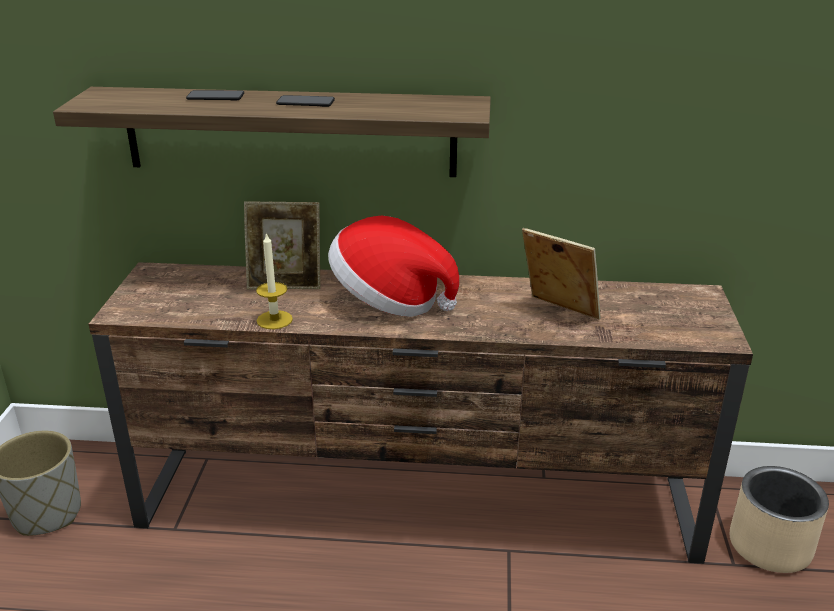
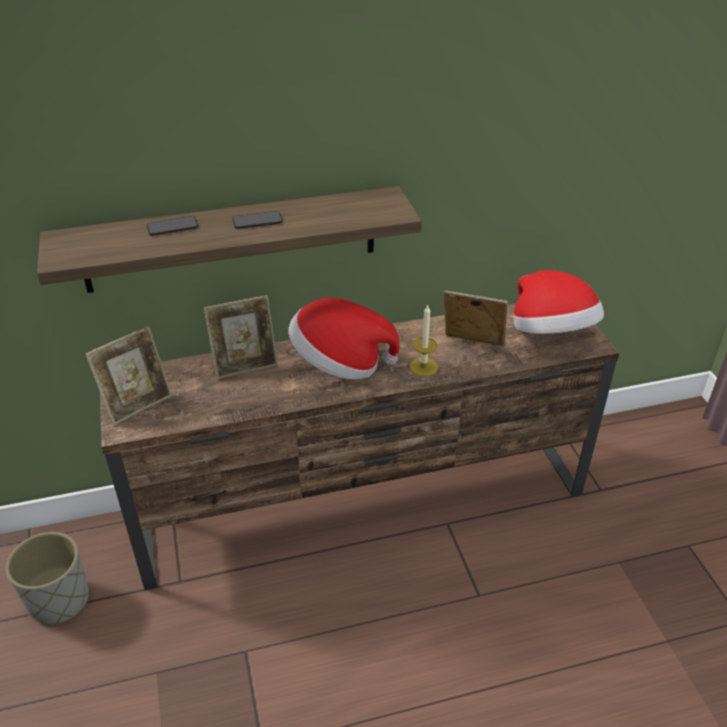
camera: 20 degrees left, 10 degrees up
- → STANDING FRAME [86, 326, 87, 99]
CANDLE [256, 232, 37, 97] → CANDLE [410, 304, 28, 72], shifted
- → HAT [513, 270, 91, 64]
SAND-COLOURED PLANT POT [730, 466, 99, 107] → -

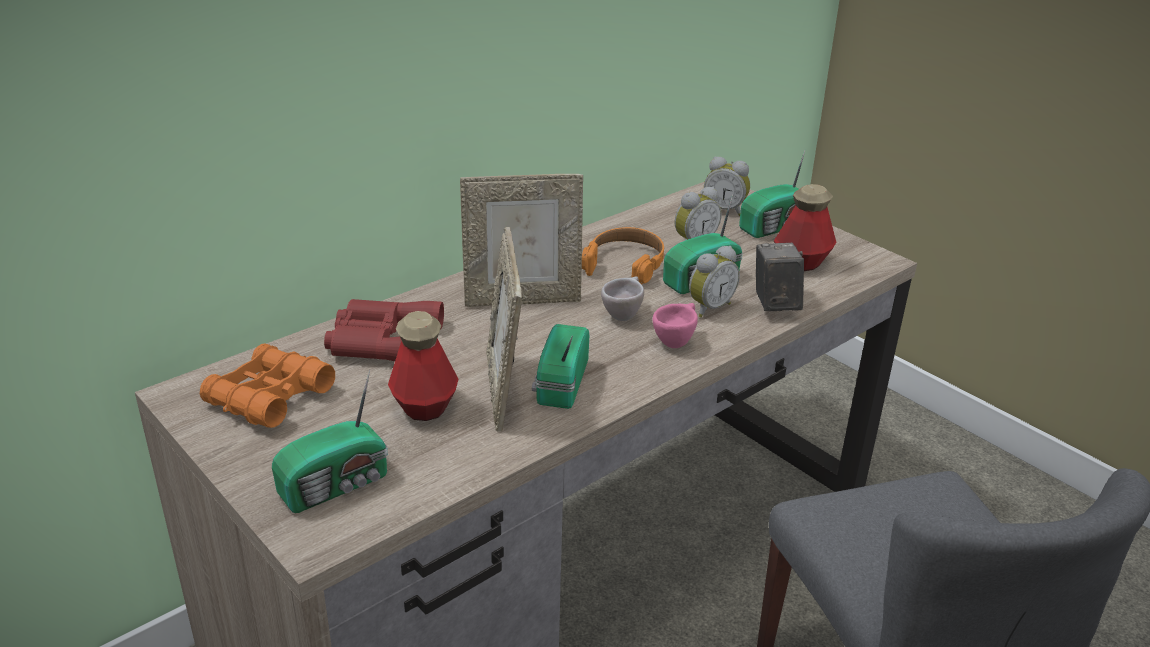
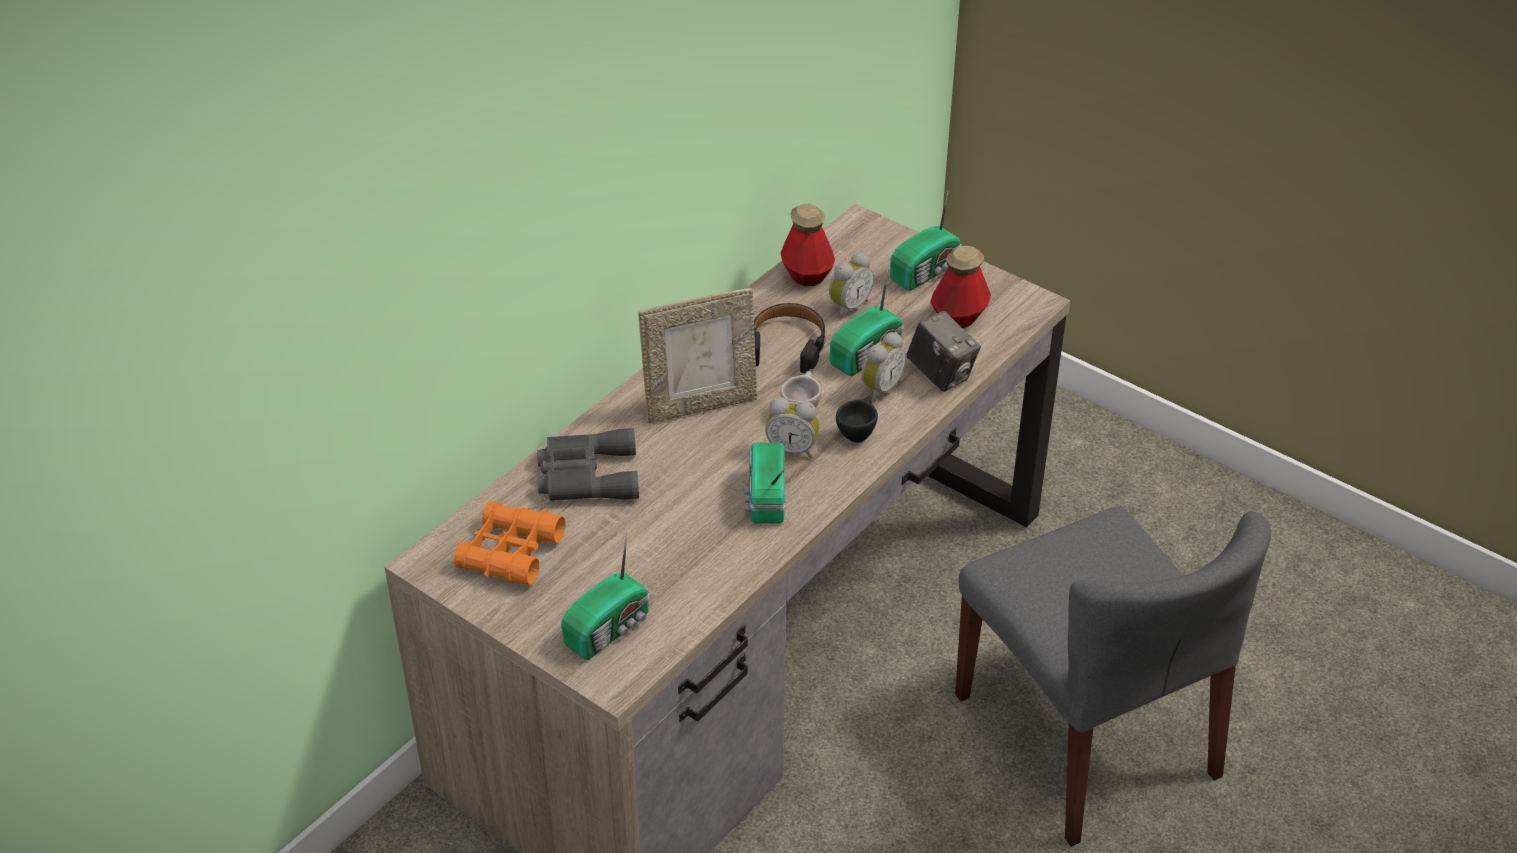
camera: 10 degrees left, 10 degrees up
REDDISH FIELD GLASSES [324, 299, 120, 63] → GREYISH FIELD GLASSES [537, 428, 102, 73]
ORANGE HEADSET [582, 227, 82, 58] → BLACK HEADSET [754, 303, 72, 70]
ALARM CLOCK [704, 156, 46, 60] → ALARM CLOCK [765, 397, 54, 61], shifted
DRINK BOTTLE [388, 311, 71, 110] → DRINK BOTTLE [781, 203, 54, 83], shifted
PINK DRINKING CUP [653, 303, 45, 45] → BLACK DRINKING CUP [836, 396, 42, 46]
PHOTO CAMERA [756, 243, 48, 68] → PHOTO CAMERA [907, 311, 74, 81], 150 degrees clockwise
STANDING FRAME [486, 227, 37, 205] → -

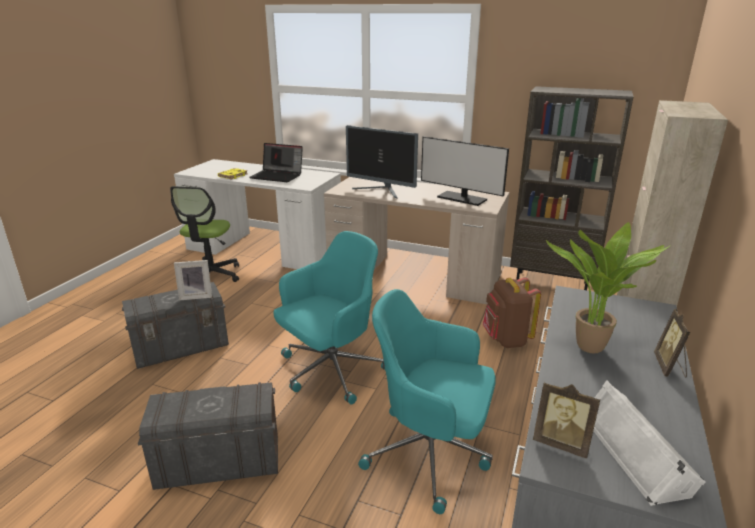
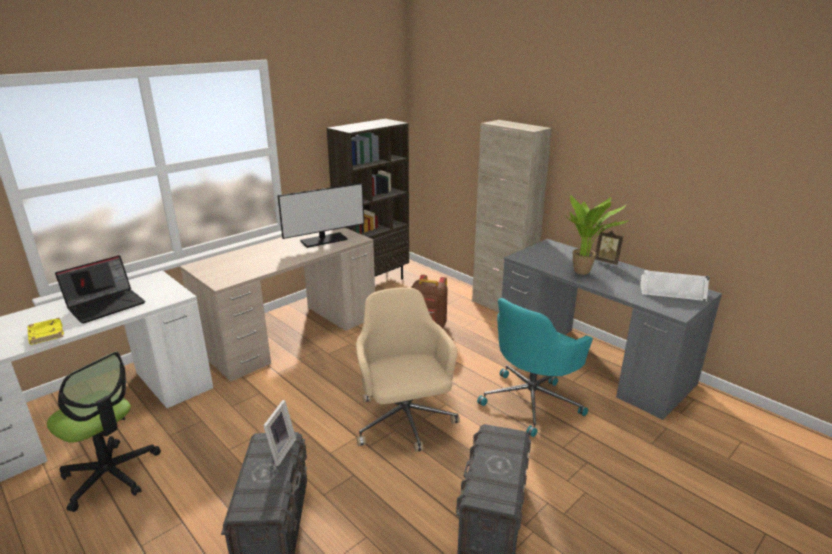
camera: 65 degrees left, 0 degrees up
TURQUOISE COMPUTER CHAIR [273, 231, 113, 174] → SAND-COLOURED COMPUTER CHAIR [356, 287, 104, 165]
COMPUTER DISPLAY [346, 125, 72, 74] → -
STANDING FRAME [533, 381, 67, 78] → -

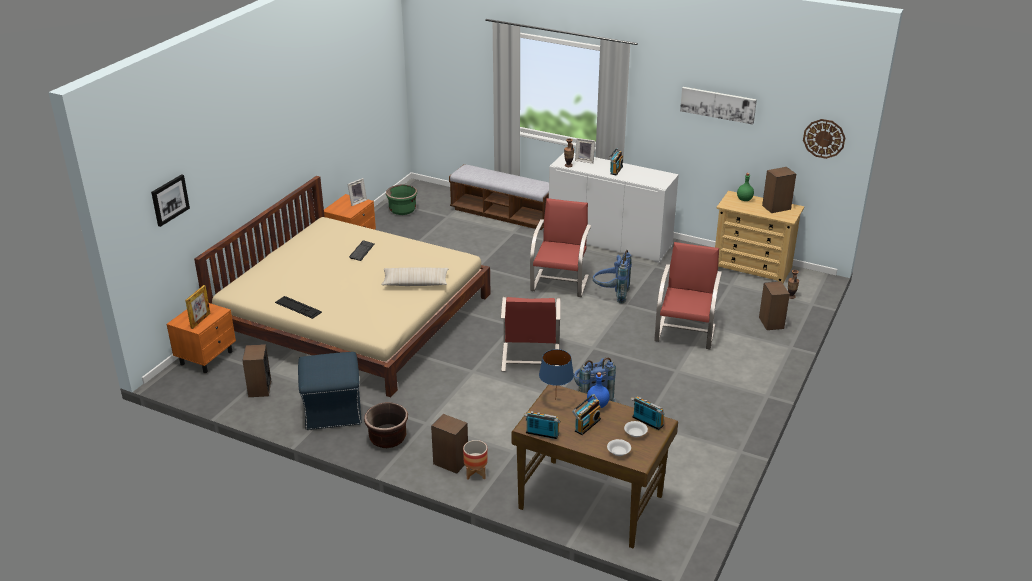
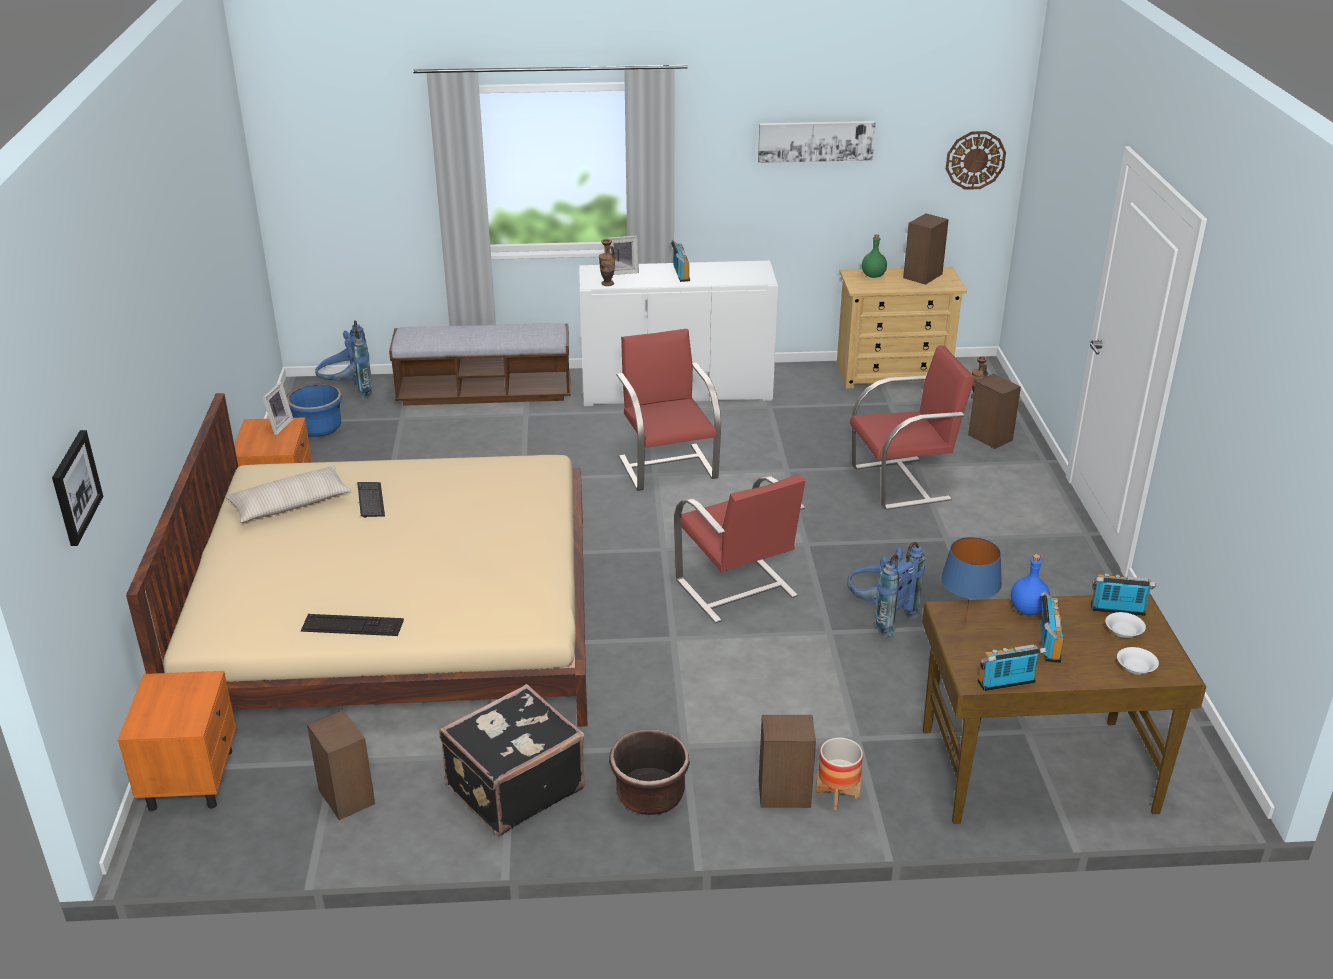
camera: 30 degrees left, 0 degrees up
SAND-COLOURED CUSHION [381, 268, 68, 18] → SAND-COLOURED CUSHION [225, 466, 127, 56], shifted
GREEN PLANT POT [386, 184, 31, 31] → BLUISH PLANT POT [287, 384, 55, 53]
BLUISH RUCKSACK [592, 250, 40, 54] → BLUISH RUCKSACK [315, 321, 58, 78], shifted
BLUISH POUFFE [298, 352, 64, 78] → BLACK SUITCASE [439, 684, 146, 152]
REDDISH CHAIR [654, 242, 68, 107] → REDDISH CHAIR [850, 345, 125, 165], 90 degrees clockwise
STANDING FRAME [185, 285, 26, 44] → -

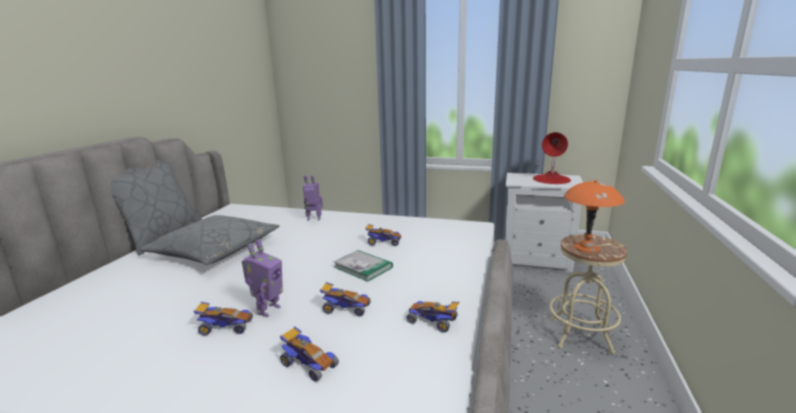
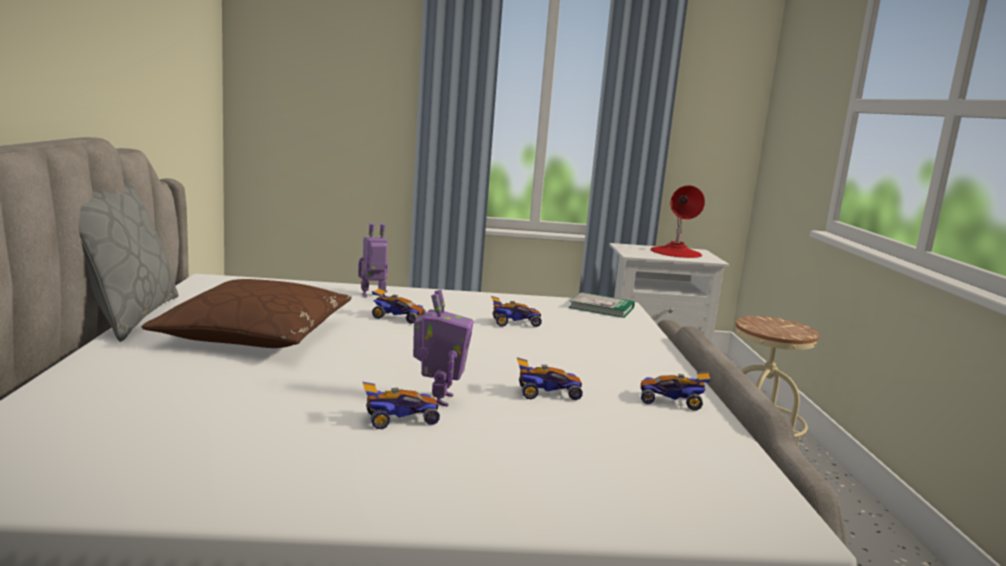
camera: 20 degrees left, 5 degrees down
GREYISH CUSHION [139, 215, 140, 50] → BROWN CUSHION [141, 279, 210, 69]
MODEL CAR [280, 326, 59, 56] → MODEL CAR [372, 288, 54, 36], shifted
BOOK [333, 250, 60, 32] → BOOK [568, 292, 67, 26], shifted
ORANGE LAMP FOR A TABLE [564, 180, 61, 73] → -

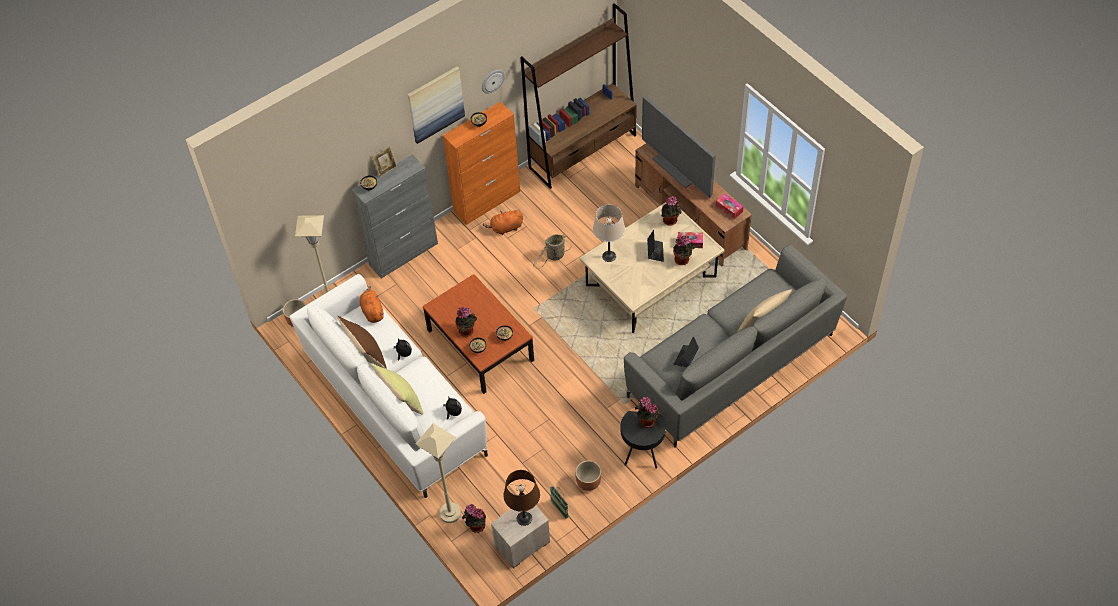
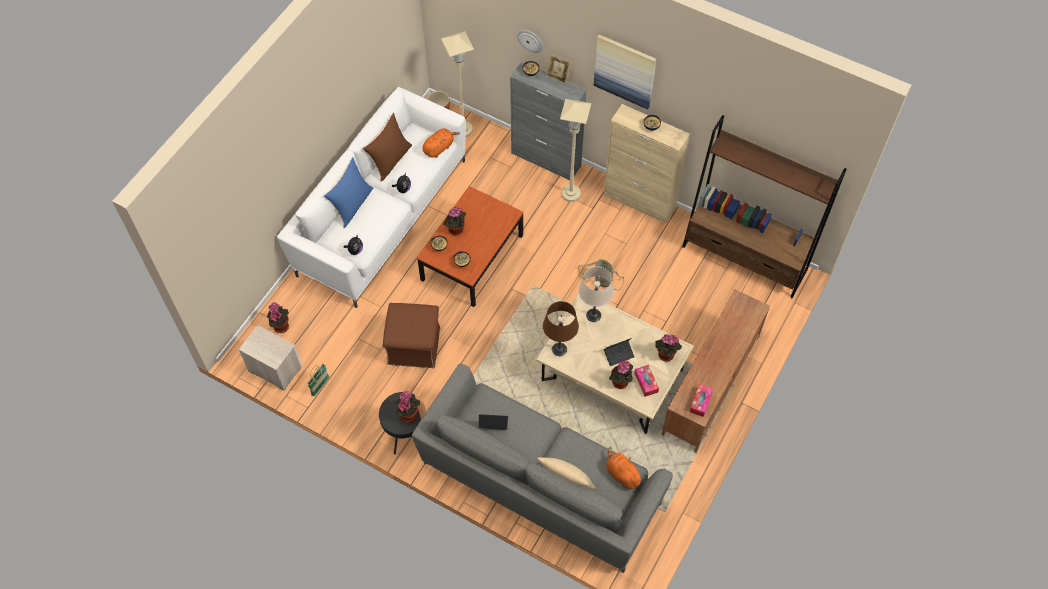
camera: 65 degrees right, 5 degrees up
YELLOW-COLOURED CUSHION [371, 363, 53, 52] → BLUISH CUSHION [324, 157, 49, 71]
- → BROWN POUFFE [383, 303, 57, 65]
WALL CLOCK [482, 69, 23, 24] → WALL CLOCK [517, 30, 26, 23], shifted
BROWN LAMP FOR A TABLE [504, 470, 36, 56] → BROWN LAMP FOR A TABLE [543, 301, 36, 55], shifted
SAND-COLOURED FLOOR LAMP [415, 423, 46, 100] → SAND-COLOURED FLOOR LAMP [560, 99, 31, 103], shifted
ORANGE CABINET [443, 101, 77, 124] → SAND-COLOURED CABINET [604, 104, 86, 119]
ORANGE SOFT TOY [483, 210, 40, 25] → ORANGE SOFT TOY [606, 447, 38, 42], shifted
BROWN PLANT POT [575, 461, 26, 30] → -
TV SET [642, 96, 74, 103] → -

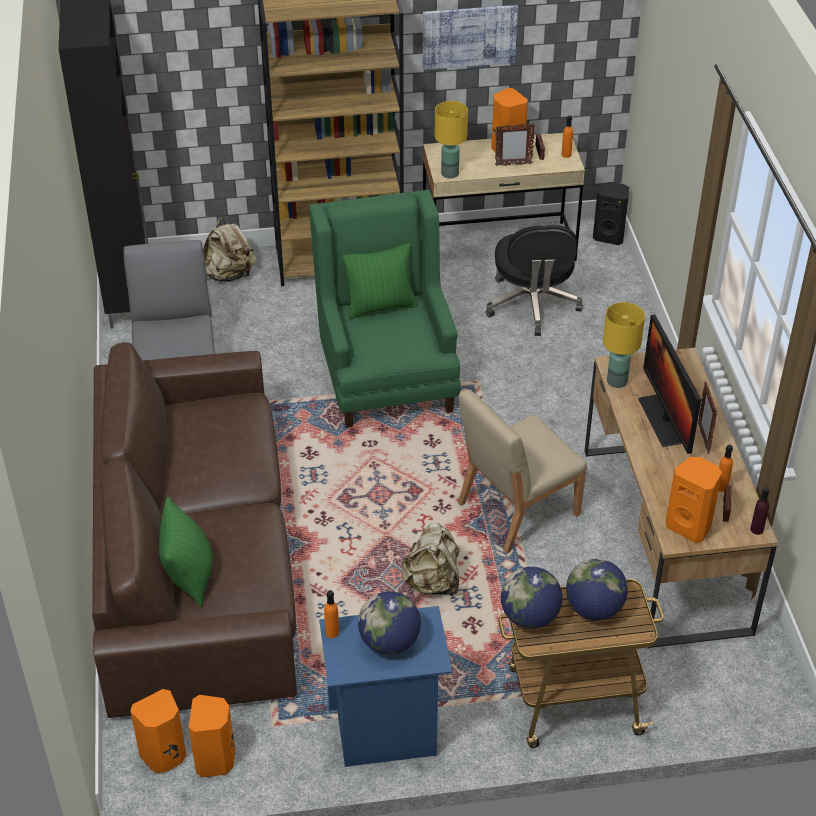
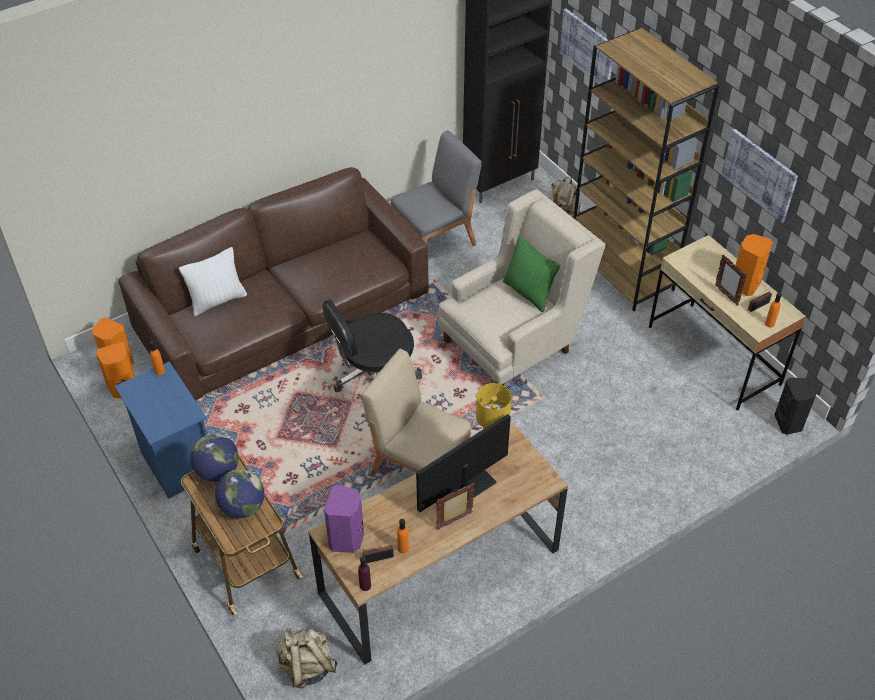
camera: 65 degrees right, 5 degrees up
GREEN CUSHION [159, 497, 54, 110] → WHITE CUSHION [179, 247, 68, 69]
SAND-COLOURED RUCKSACK [402, 523, 57, 74] → SAND-COLOURED RUCKSACK [276, 628, 61, 60], shifted
BLACK COMPUTER CHAIR [486, 225, 97, 111] → BLACK COMPUTER CHAIR [322, 300, 100, 92], shifted
ORANGE SPEAKER [666, 457, 56, 86] → PURPLISH SPEAKER [324, 484, 40, 69]
GREEN EASY CHAIR [309, 189, 151, 239] → SAND-COLOURED EASY CHAIR [439, 189, 166, 196]
- → PICTURE [560, 9, 53, 75]
DESK GLOBE [358, 591, 63, 64] → -
YELLOW-COLOURED LAMP FOR A TABLE [435, 101, 33, 77] → -

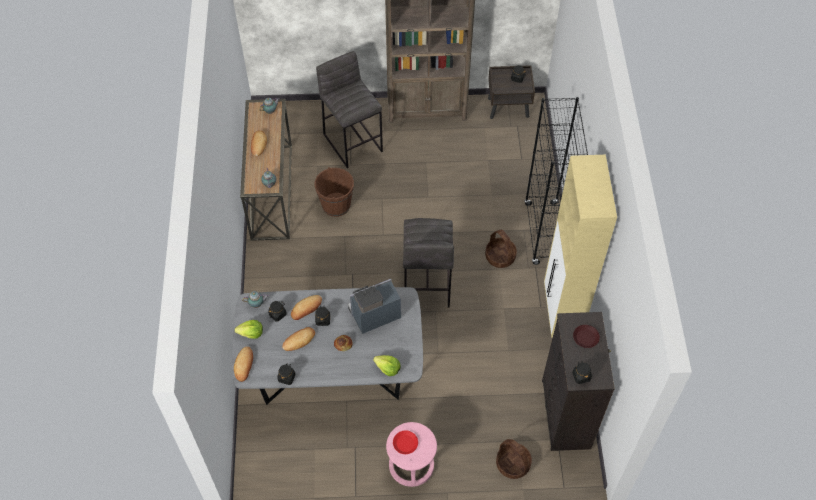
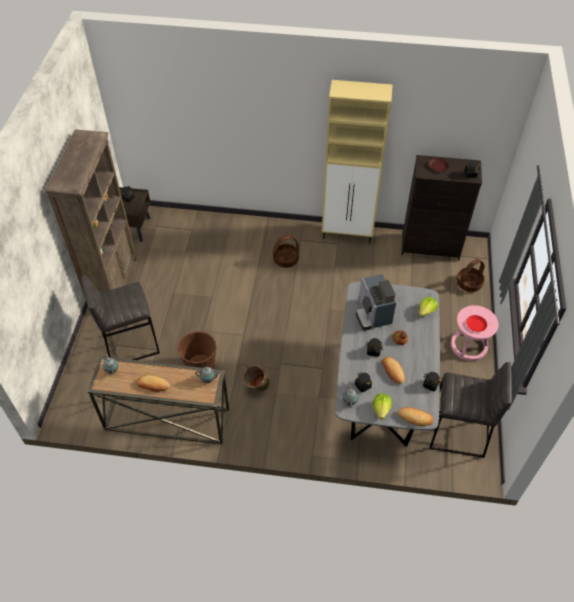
camera: 80 degrees left, 5 degrees down
- → GREEN PAIL [243, 365, 27, 26]
GREYISH STOOL [403, 218, 51, 90] → GREYISH STOOL [429, 362, 83, 96], shifted
BREAD [291, 295, 31, 25] → -
BLACK BOOKCASE [524, 97, 64, 168] → -

